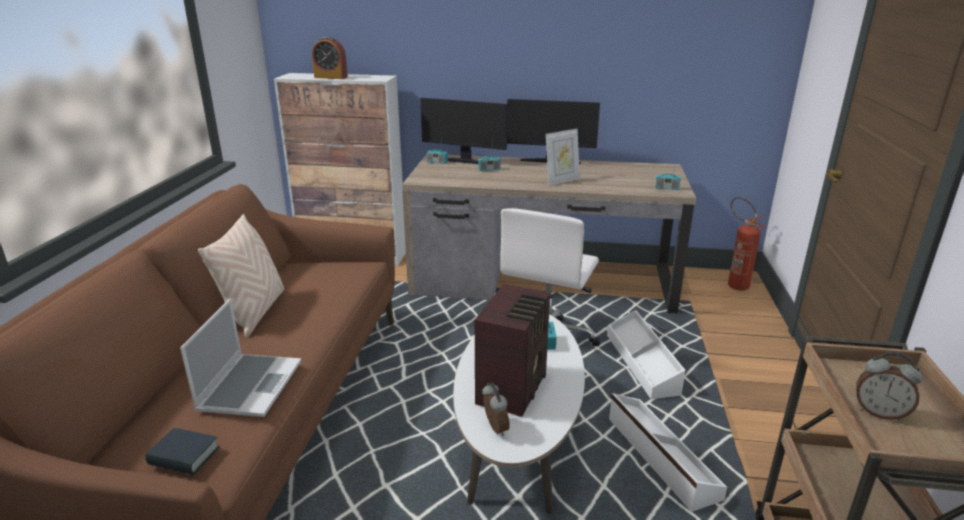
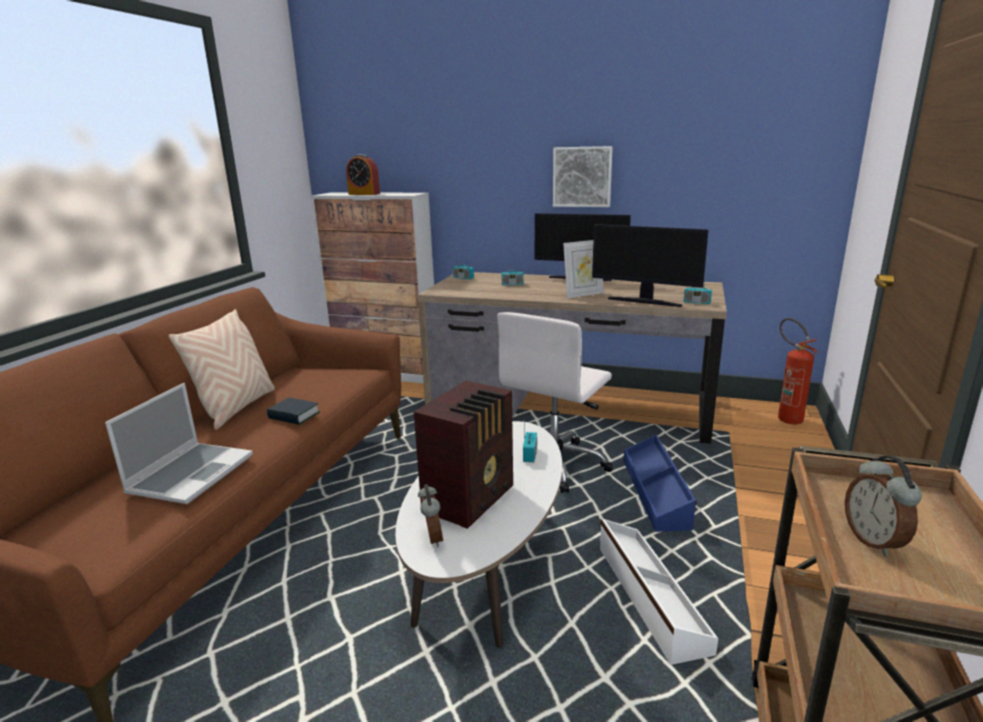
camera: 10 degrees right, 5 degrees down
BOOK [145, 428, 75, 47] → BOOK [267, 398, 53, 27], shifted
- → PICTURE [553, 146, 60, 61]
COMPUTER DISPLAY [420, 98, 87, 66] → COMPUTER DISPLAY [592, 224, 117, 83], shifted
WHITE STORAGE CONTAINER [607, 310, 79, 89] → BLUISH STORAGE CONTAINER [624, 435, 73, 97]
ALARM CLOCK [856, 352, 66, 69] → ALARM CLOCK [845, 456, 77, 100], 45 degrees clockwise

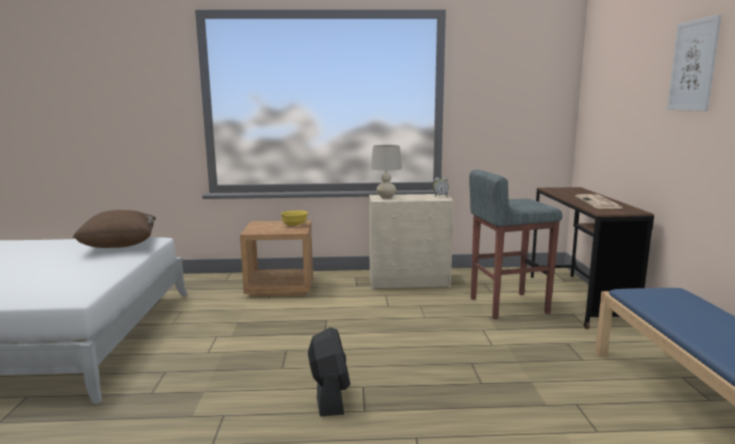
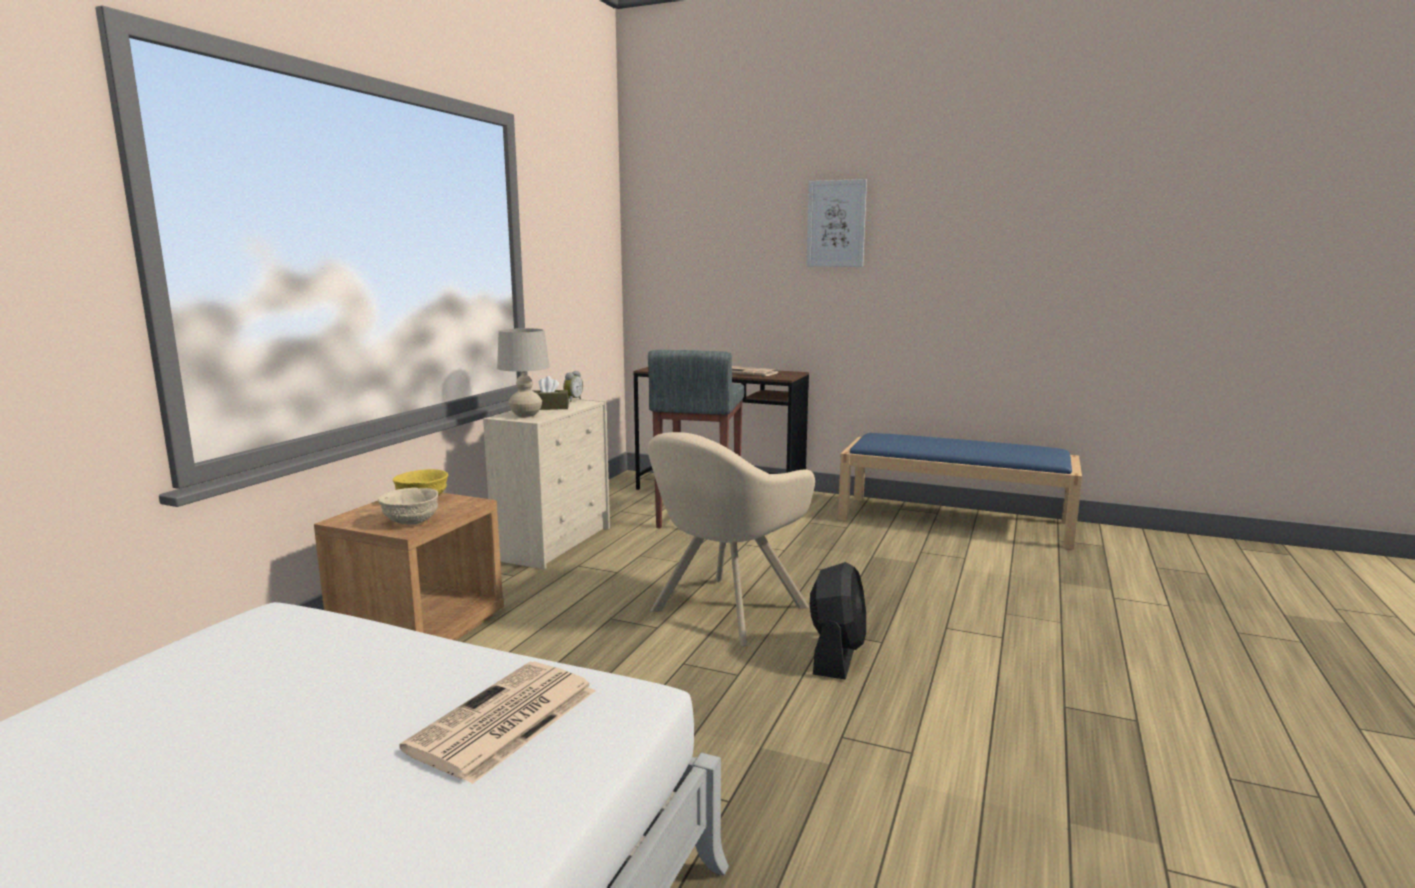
camera: 65 degrees left, 0 degrees up
- → SAND-COLOURED BOWL [378, 488, 60, 36]
- → PRINTED PAPER [399, 662, 196, 122]
- → BROWN TISSUE BOX [533, 376, 36, 34]
- → SAND-COLOURED EASY CHAIR [648, 432, 167, 215]
BLACK COOLING FAN [308, 327, 42, 89] → BLACK COOLING FAN [810, 562, 56, 117], 90 degrees clockwise
BROWN CUSHION [73, 210, 83, 38] → -

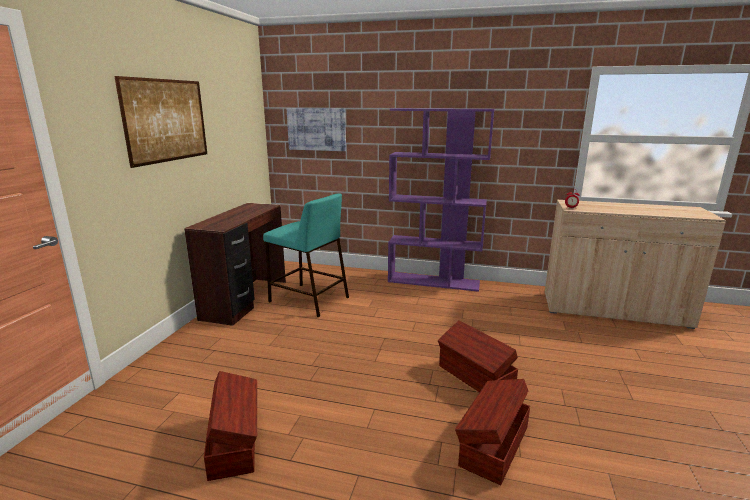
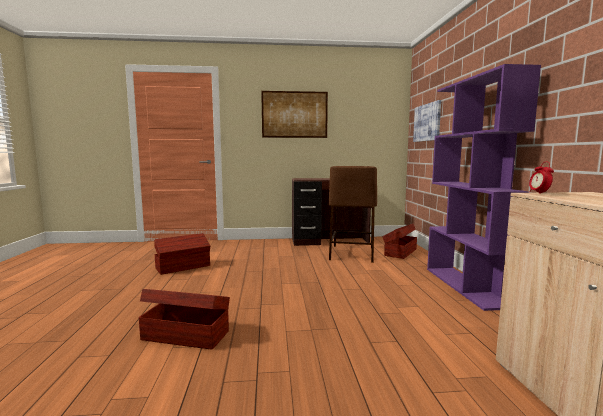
camera: 70 degrees right, 10 degrees down
TURQUOISE STOOL [263, 193, 86, 124] → BROWN STOOL [329, 166, 48, 97]
BROWN STORAGE CONTAINER [438, 320, 80, 72] → BROWN STORAGE CONTAINER [382, 224, 35, 35], shifted

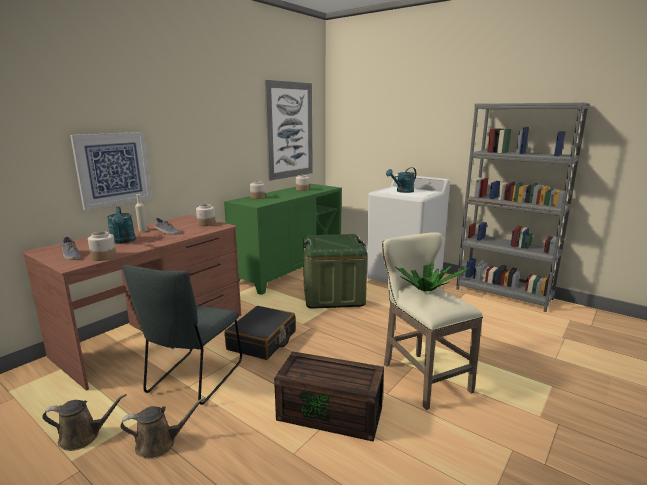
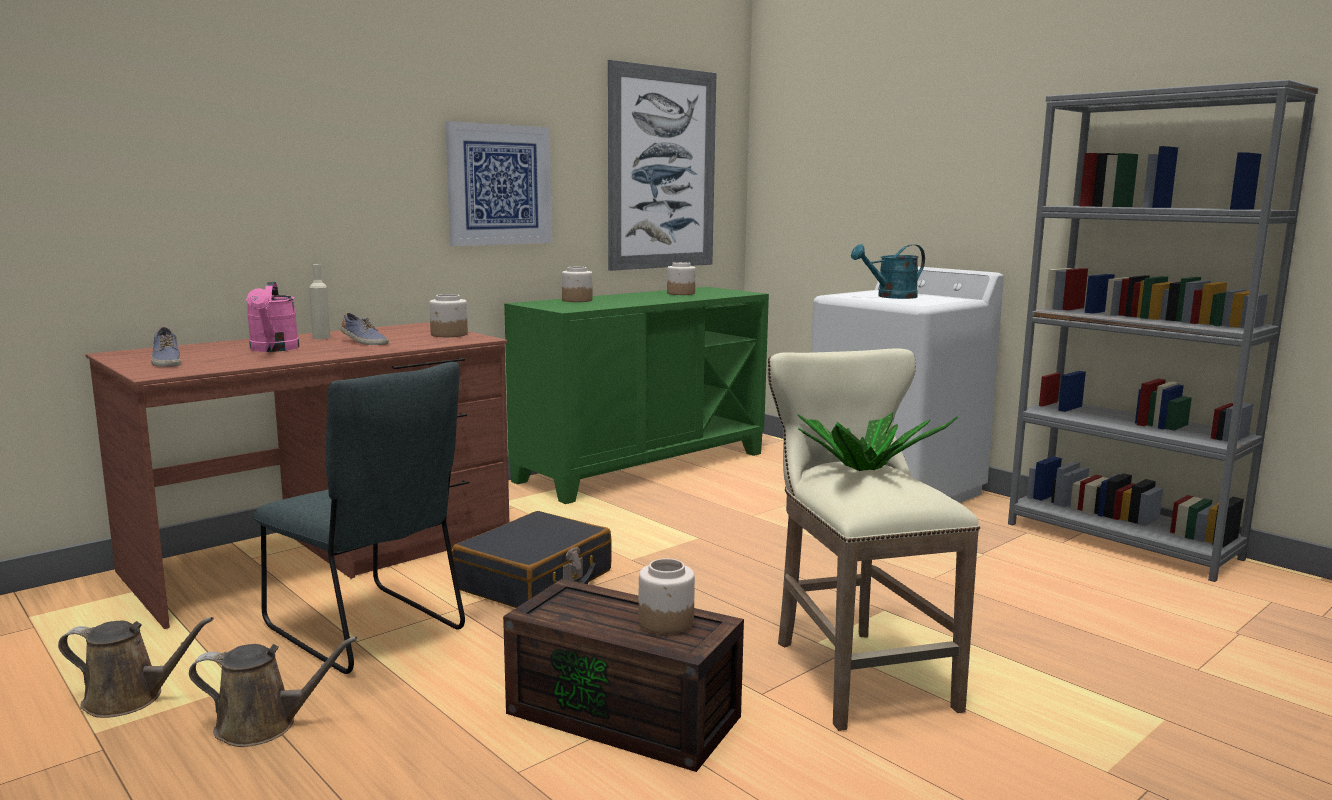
camera: 10 degrees right, 5 degrees down
TURQUOISE SPRINKLING CAN [107, 206, 29, 38] → PINK SPRINKLING CAN [246, 282, 54, 70]
GREYISH CHAIR [123, 265, 119, 140] → GREYISH CHAIR [253, 362, 212, 312], 75 degrees counterclockwise
PICTURE [70, 132, 82, 78] → PICTURE [445, 121, 107, 125], shifted
JAR [88, 231, 28, 30] → JAR [639, 558, 56, 76], shifted
GREEN STORAGE CONTAINER [303, 234, 65, 75] → -

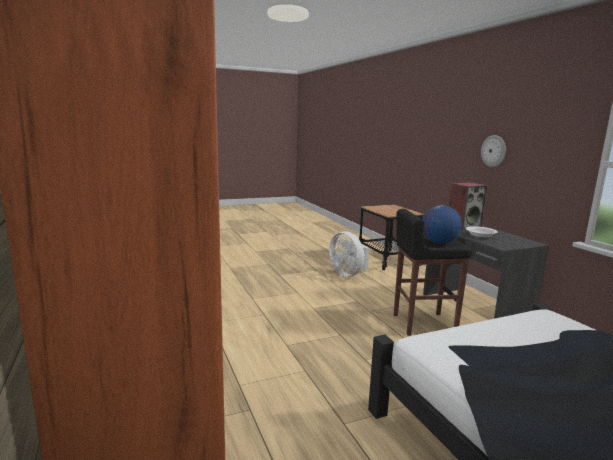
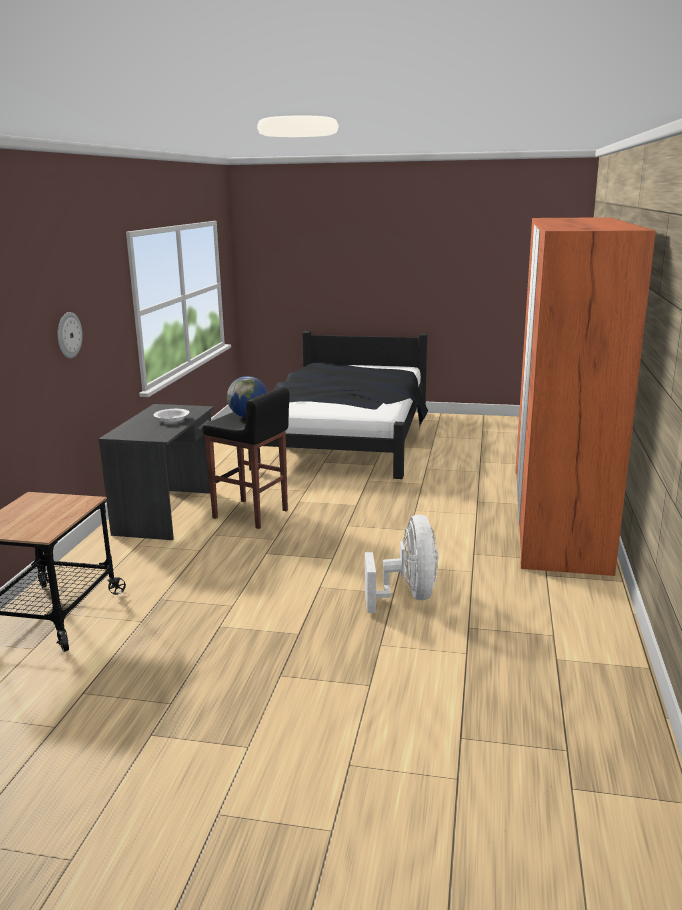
camera: 145 degrees left, 5 degrees up
WHITE COOLING FAN [329, 231, 40, 46] → WHITE COOLING FAN [365, 515, 74, 98], shifted
SPEAKER [449, 182, 38, 49] → -

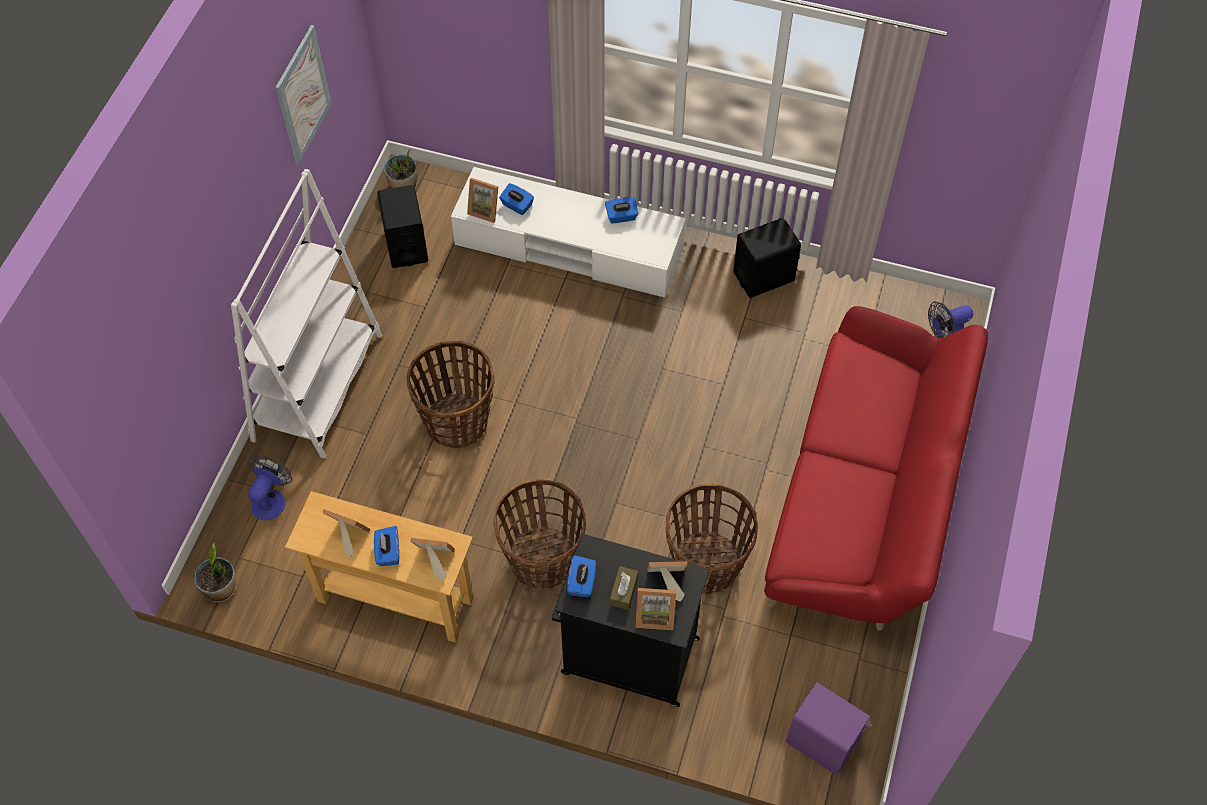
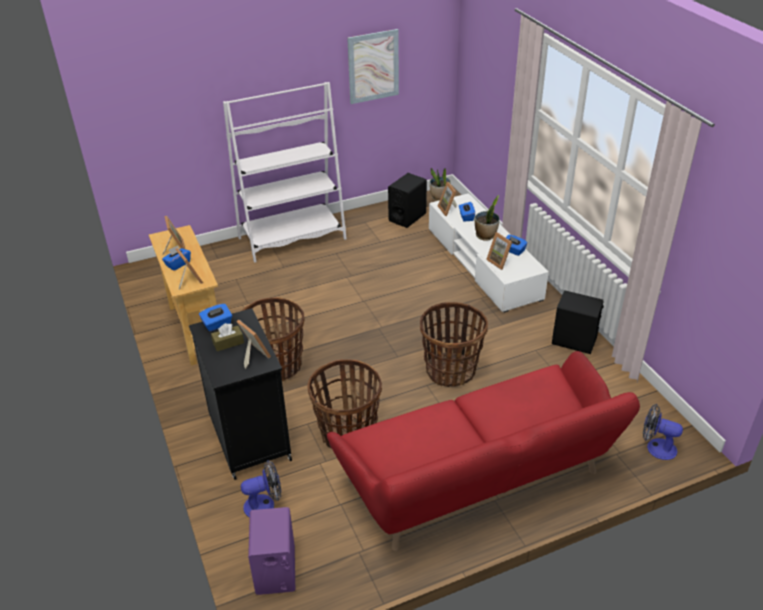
camera: 50 degrees right, 20 degrees down
COOLING FAN [248, 455, 44, 65] → COOLING FAN [241, 460, 40, 57], shifted
HOUSEHOLD BASKET [407, 341, 88, 108] → HOUSEHOLD BASKET [420, 302, 68, 85], shifted
PLANT IN A POT [194, 543, 42, 59] → PLANT IN A POT [475, 195, 25, 46], shifted
STANDING FRAME [636, 588, 40, 42] → STANDING FRAME [486, 232, 26, 38], shifted

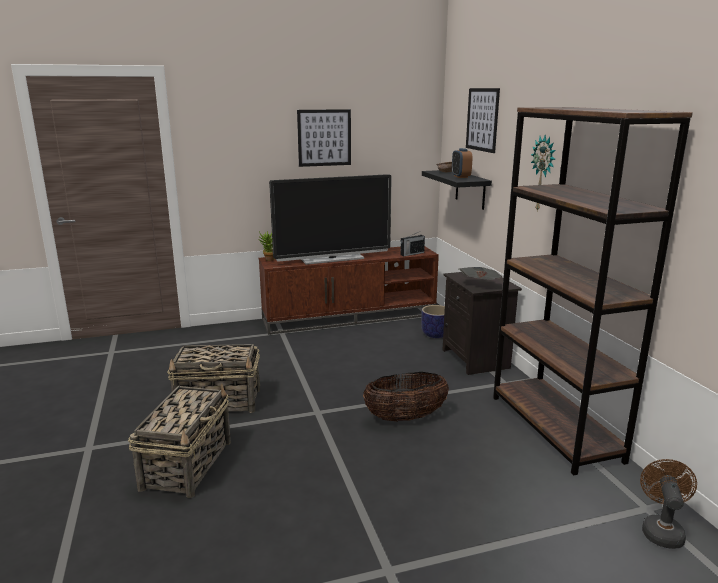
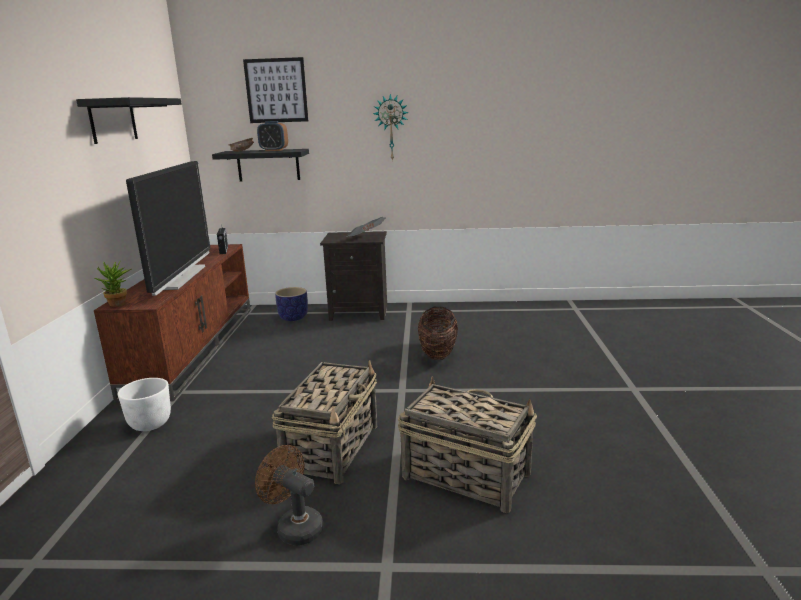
camera: 70 degrees left, 0 degrees up
PICTURE [297, 109, 54, 58] → BLACK SHELF [76, 97, 106, 47]
- → WHITE PLANT POT [118, 378, 53, 53]
BROWN COOLING FAN [640, 459, 57, 90] → BROWN COOLING FAN [255, 445, 69, 101], shifted
BROWN BOOKCASE [493, 107, 200, 369] → -

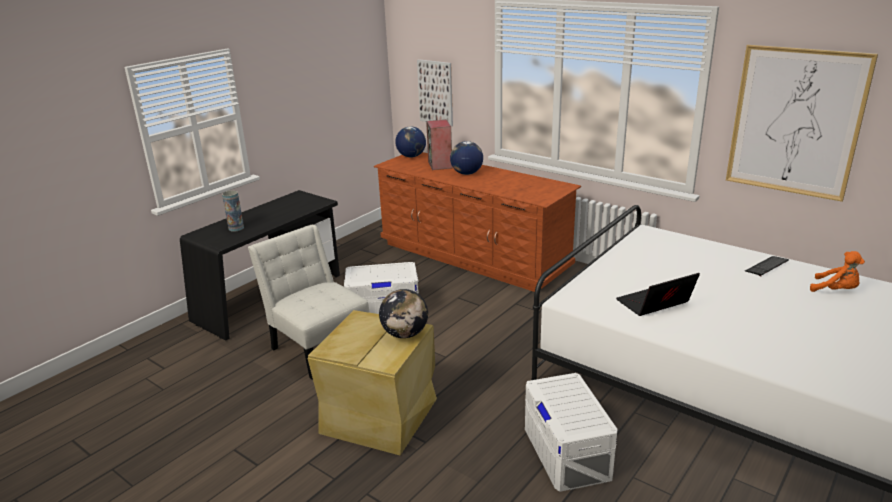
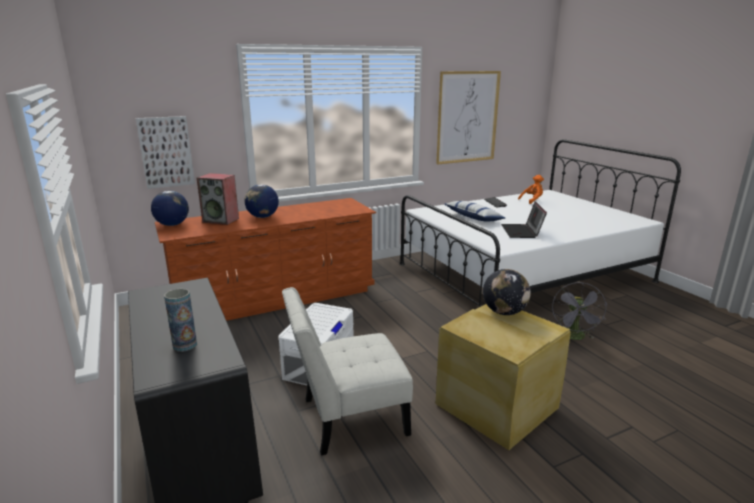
camera: 65 degrees left, 5 degrees down
- → CUSHION [444, 201, 61, 21]
WHITE STORAGE CONTAINER [525, 373, 93, 119] → GREYISH COOLING FAN [552, 282, 55, 58]

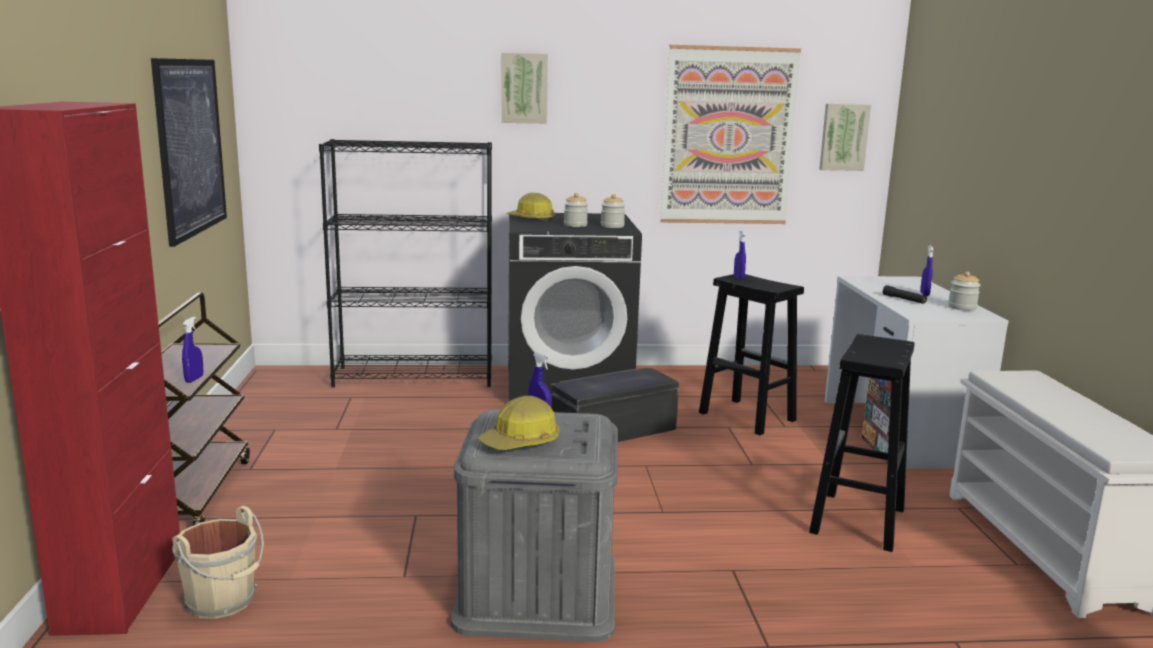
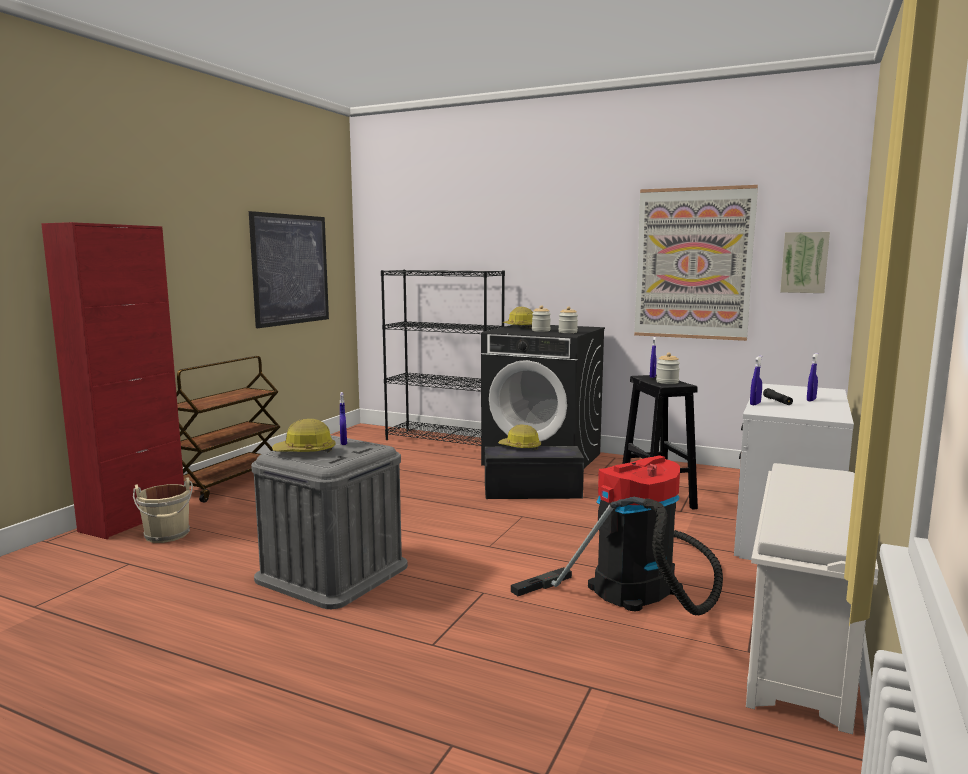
camera: 30 degrees right, 5 degrees down
- → SAFETY HELMET [498, 424, 43, 26]
BLACK STOOL [809, 334, 106, 218] → HOOVER [511, 455, 212, 161]
JAR [948, 271, 33, 40] → JAR [656, 352, 24, 32], shifted
BLUISH SPRAYER [182, 317, 21, 66] → BLUISH SPRAYER [750, 356, 12, 49], shifted
PICTURE [501, 53, 47, 71] → -

